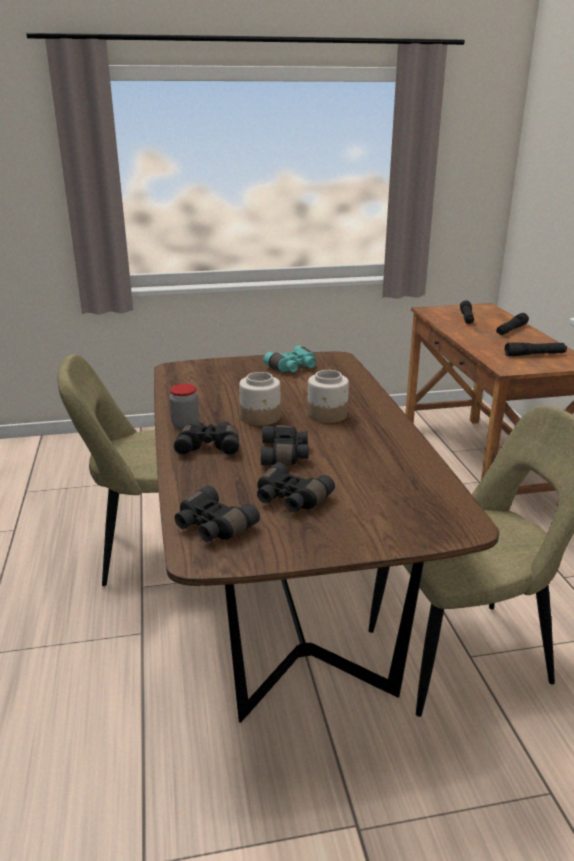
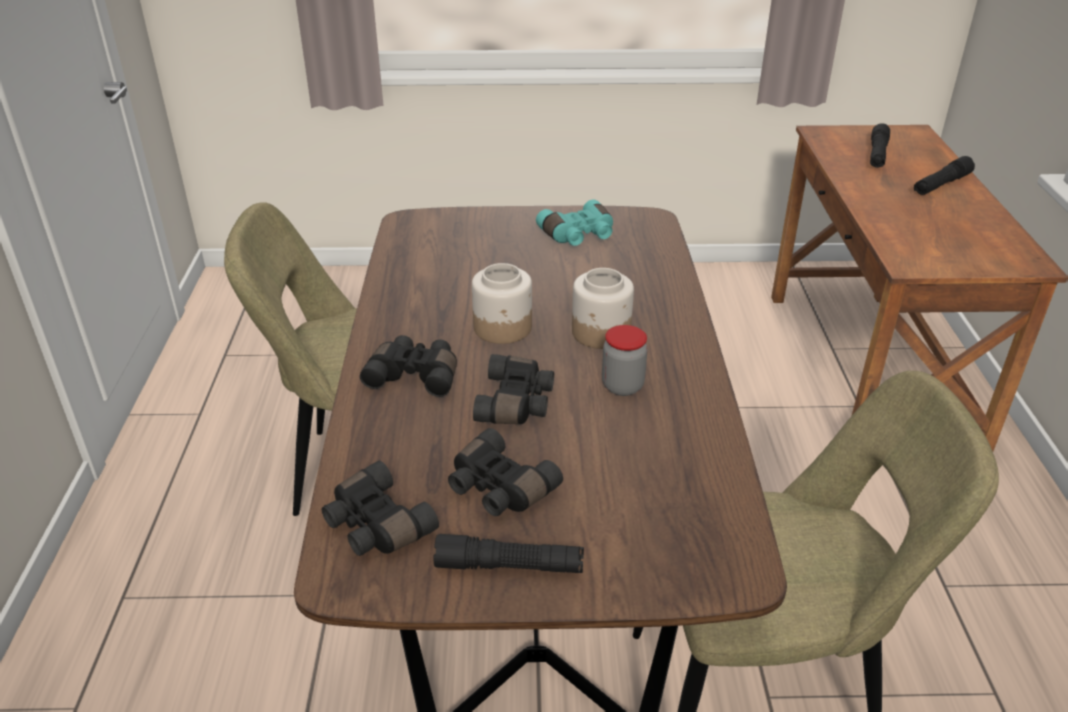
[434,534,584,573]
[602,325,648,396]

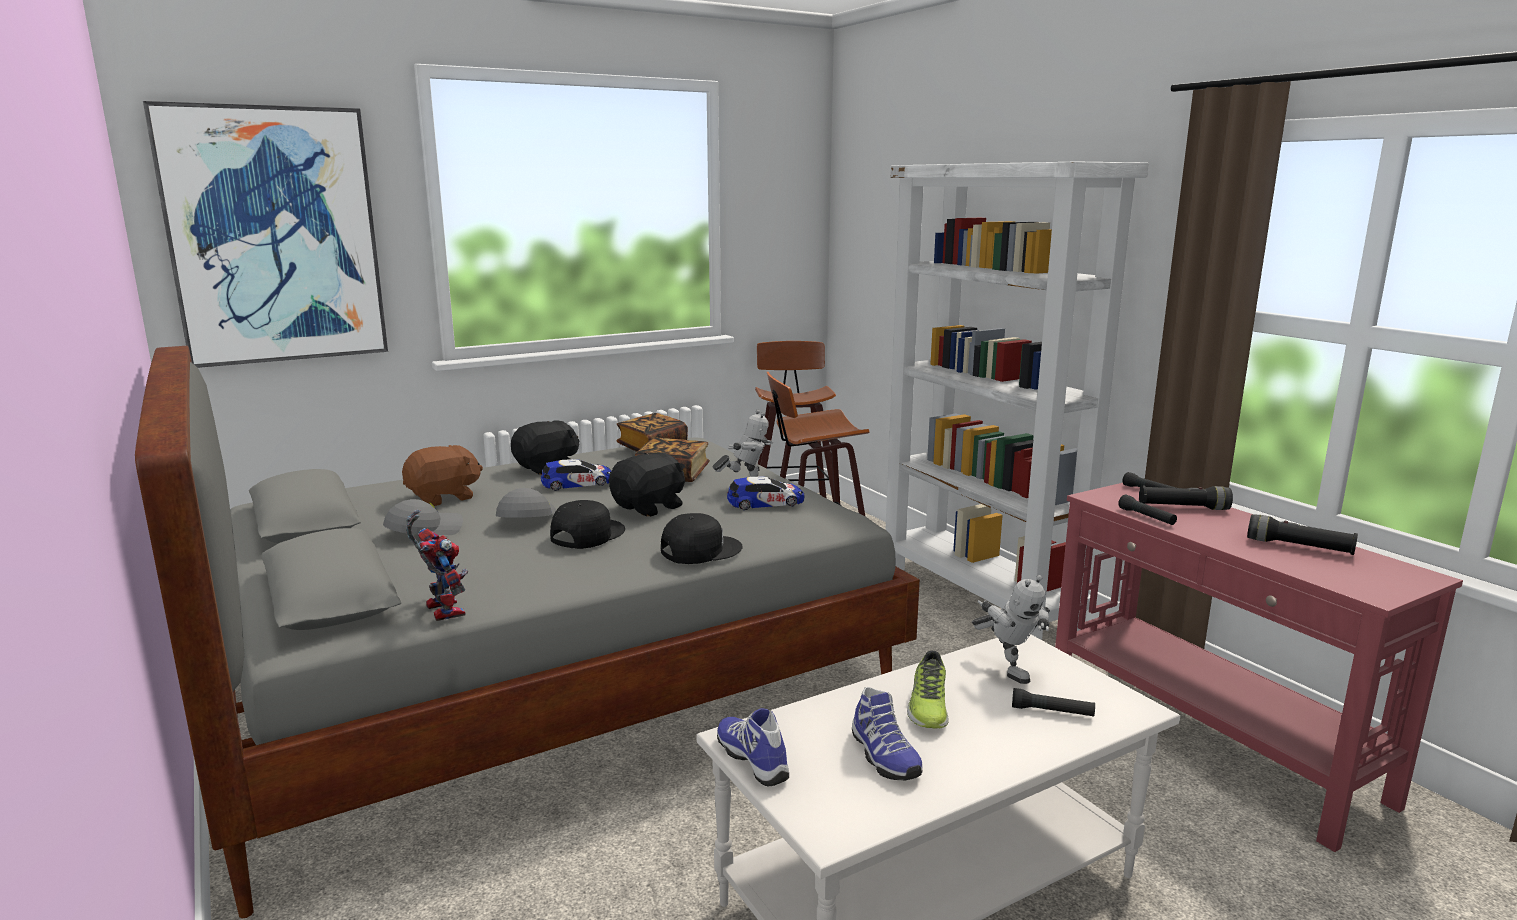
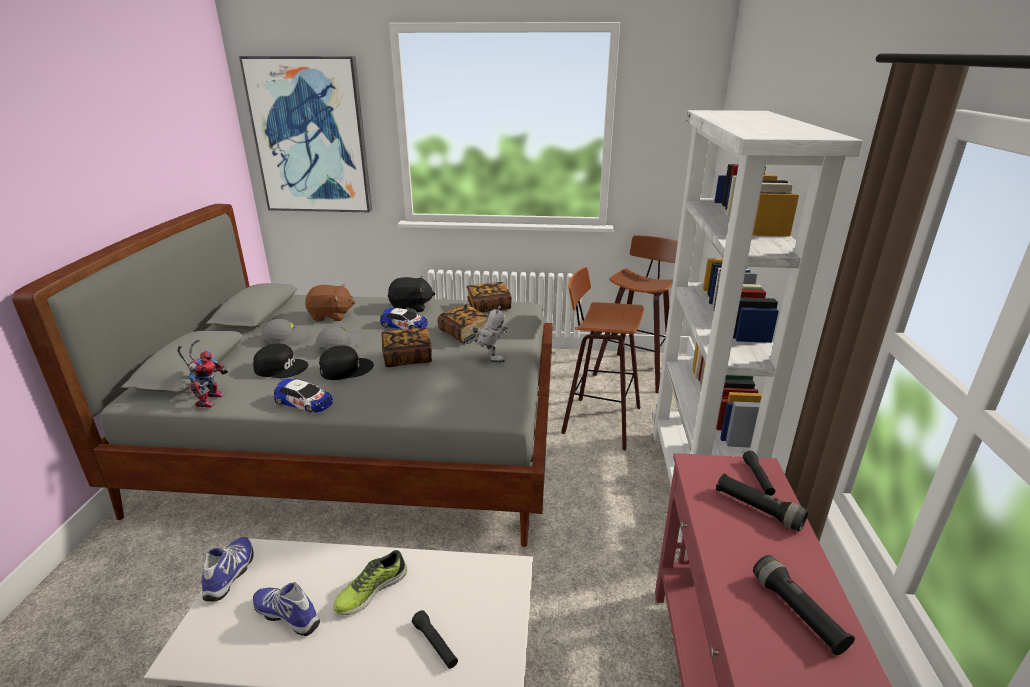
[253,343,309,378]
[253,582,320,636]
[274,379,333,413]
[381,328,432,367]
[972,575,1050,684] (first image)
[1118,495,1177,525] (first image)

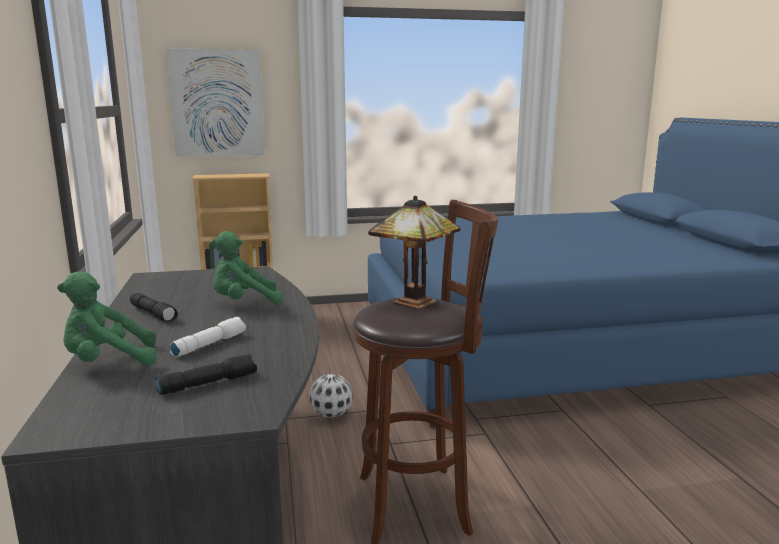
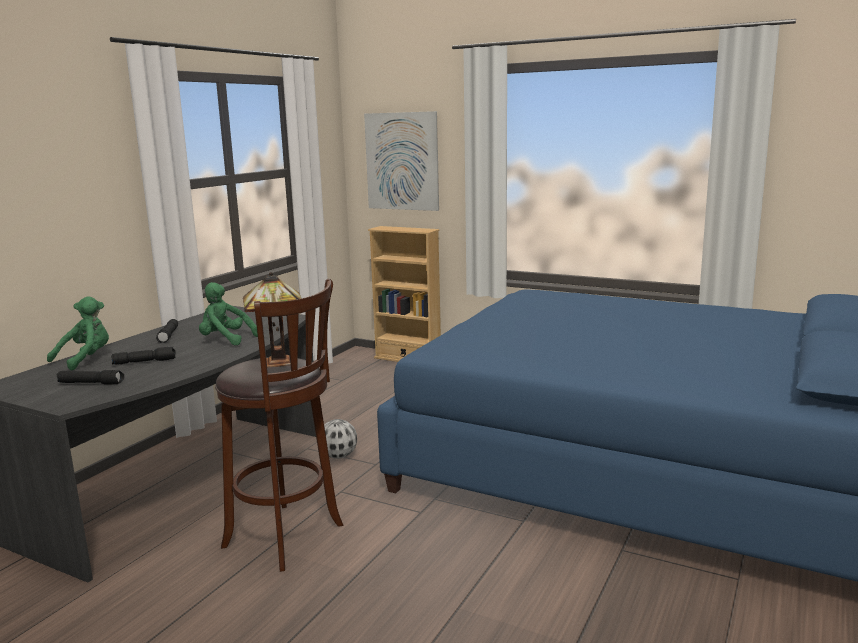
[47,296,109,371]
[111,347,176,365]

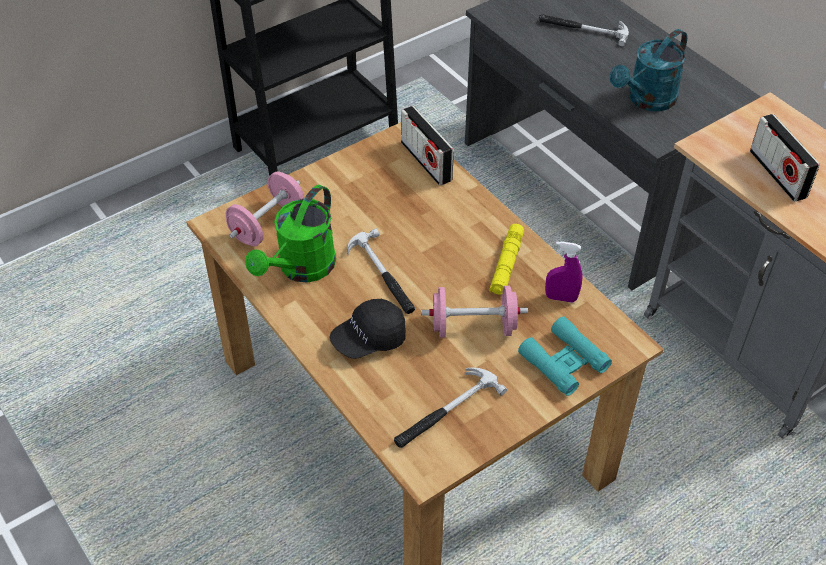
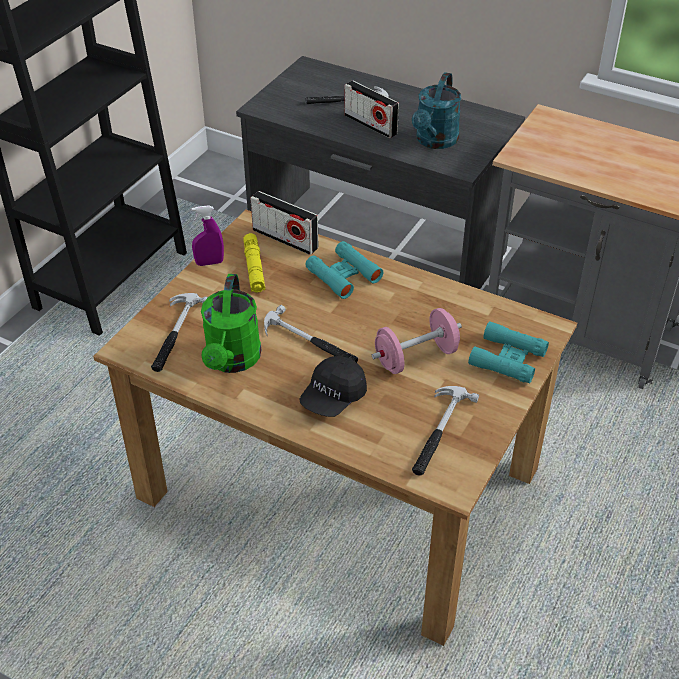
[151,293,208,372]
[192,205,224,266]
[243,233,265,293]
[305,241,383,299]
[344,81,399,138]

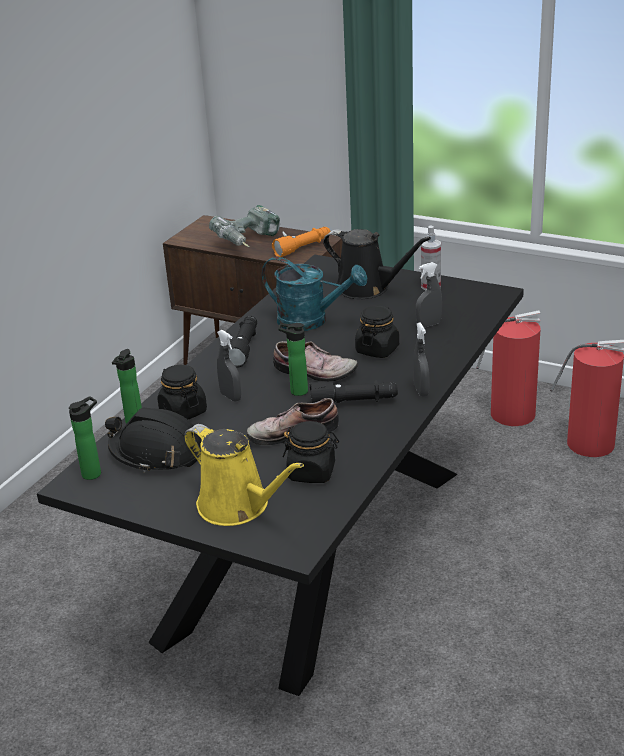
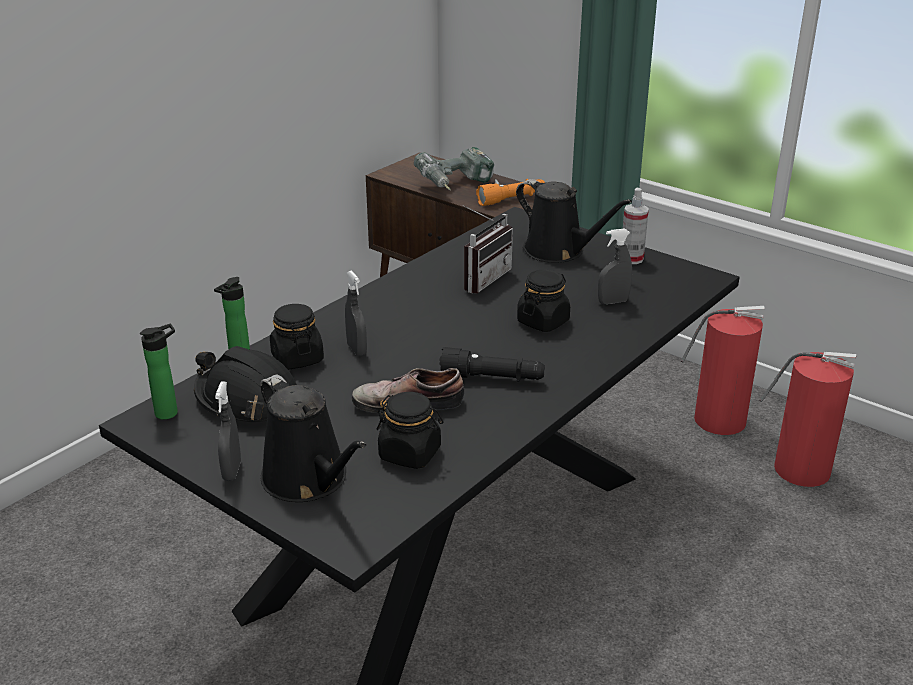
[215,382,241,481]
[260,375,366,502]
[463,205,513,293]
[228,316,257,368] (first image)
[273,341,358,382] (first image)
[278,323,308,396] (first image)

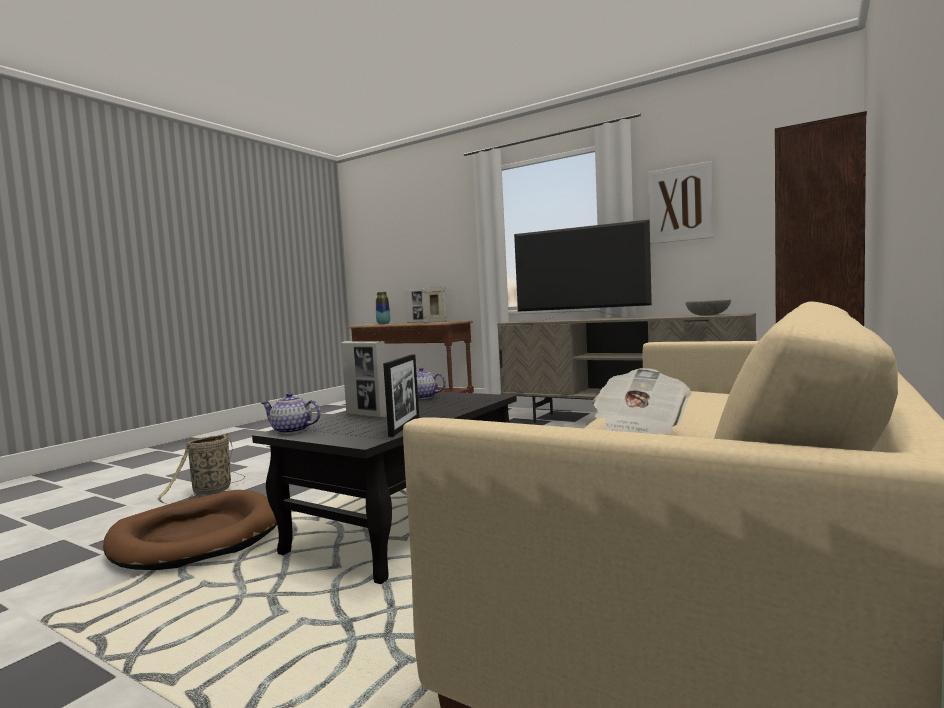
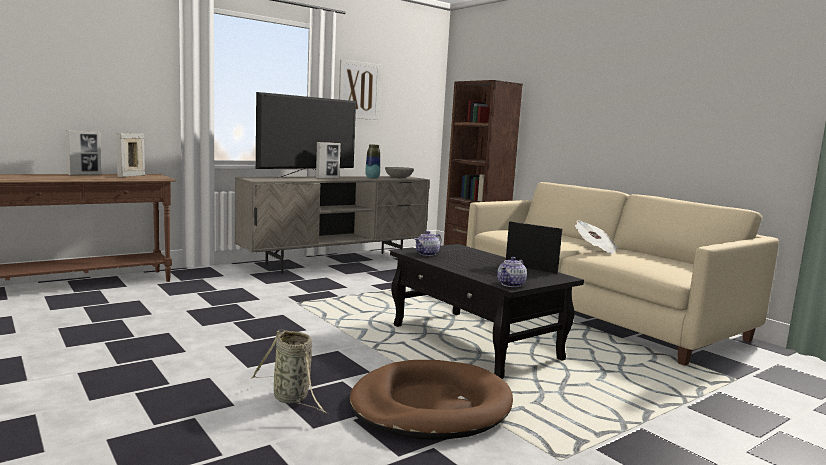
[316,142,341,179]
[365,144,380,179]

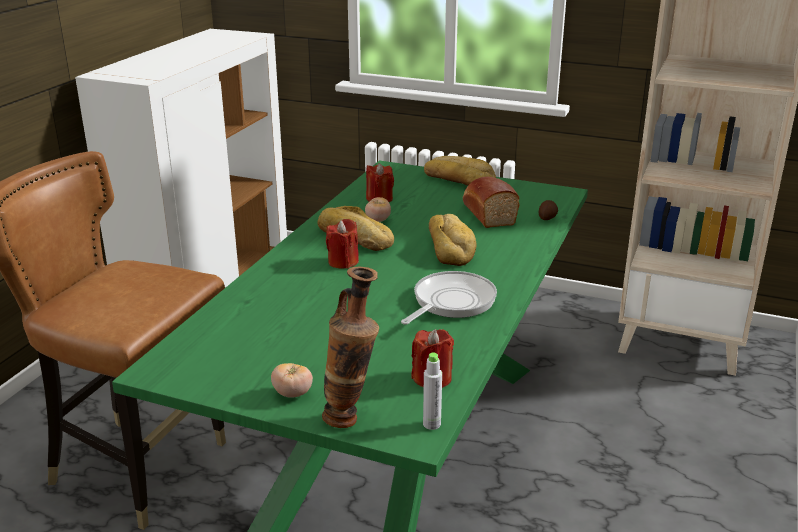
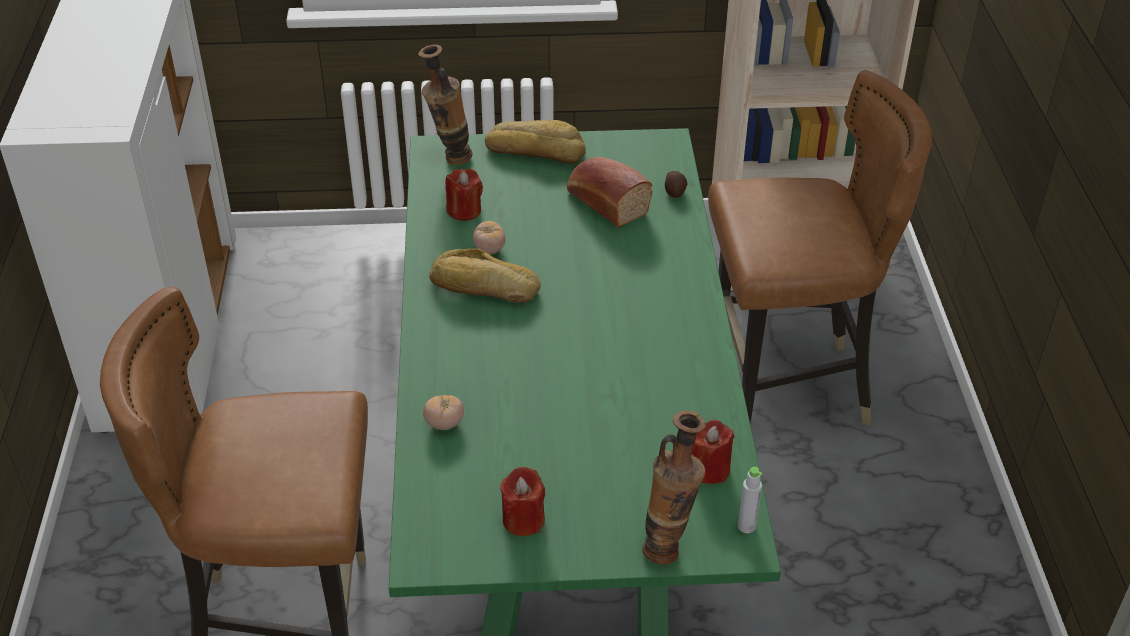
[418,44,473,165]
[423,395,464,430]
[500,467,545,536]
[708,70,932,426]
[401,271,497,325] (first image)
[429,214,476,266] (first image)

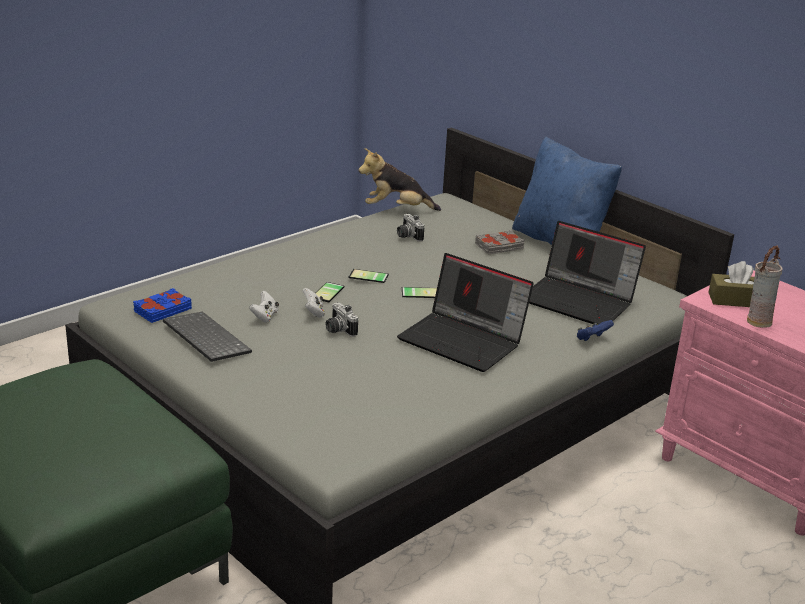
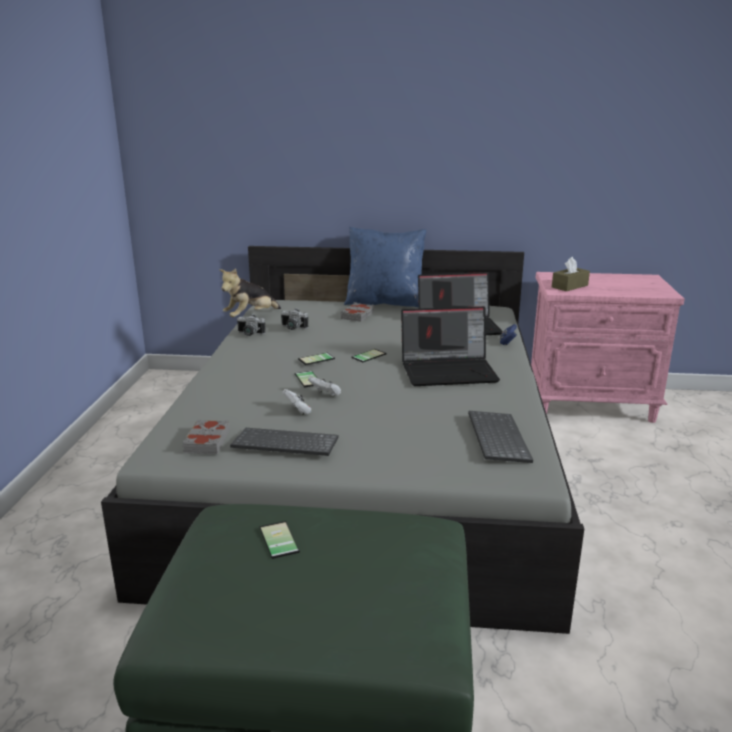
[182,419,230,454]
[237,314,266,336]
[259,521,300,559]
[468,411,533,463]
[747,245,782,328] (first image)

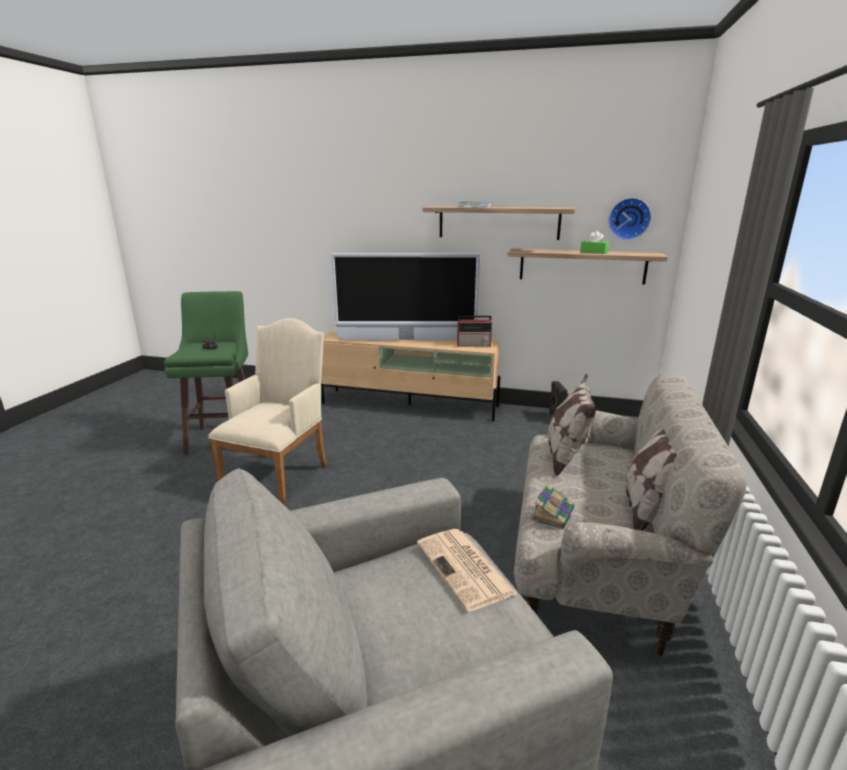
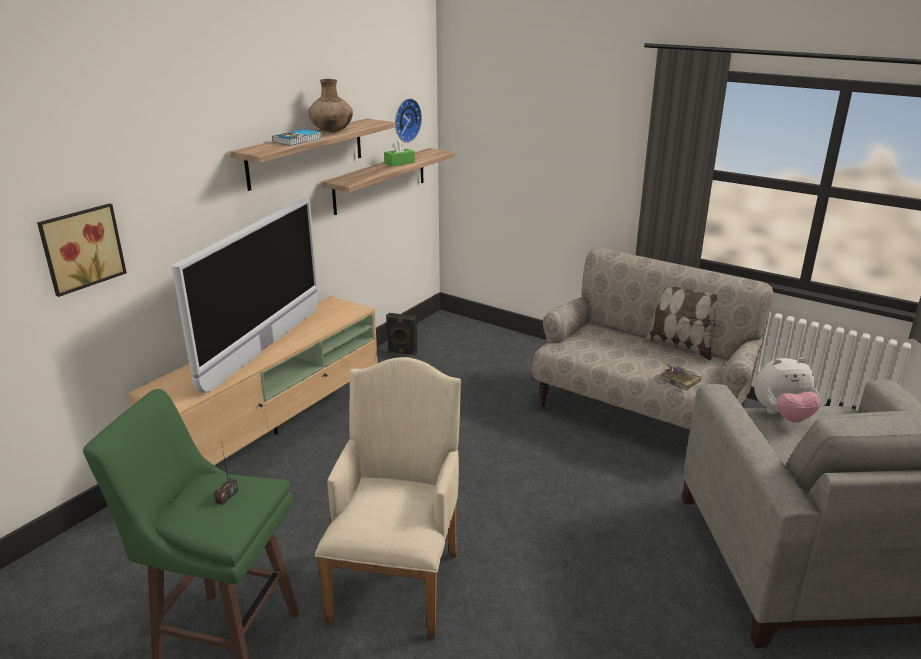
[37,203,127,297]
[308,79,353,132]
[315,357,461,639]
[754,357,821,422]
[457,316,493,347] (first image)
[548,374,596,476] (first image)

